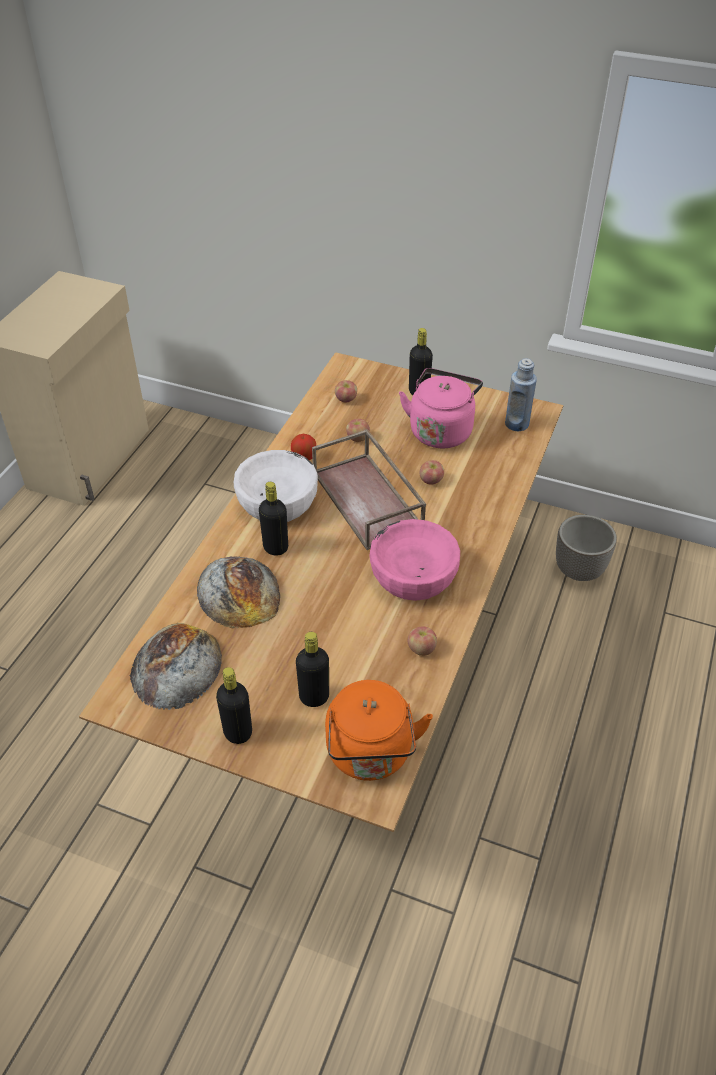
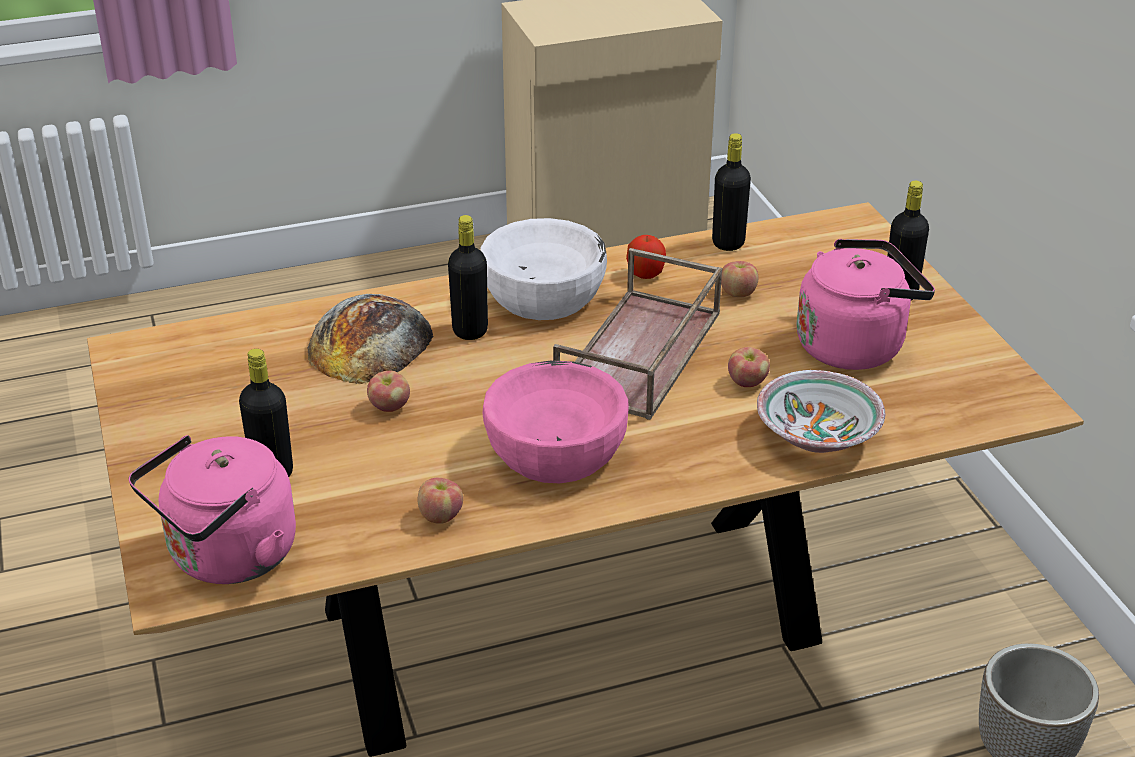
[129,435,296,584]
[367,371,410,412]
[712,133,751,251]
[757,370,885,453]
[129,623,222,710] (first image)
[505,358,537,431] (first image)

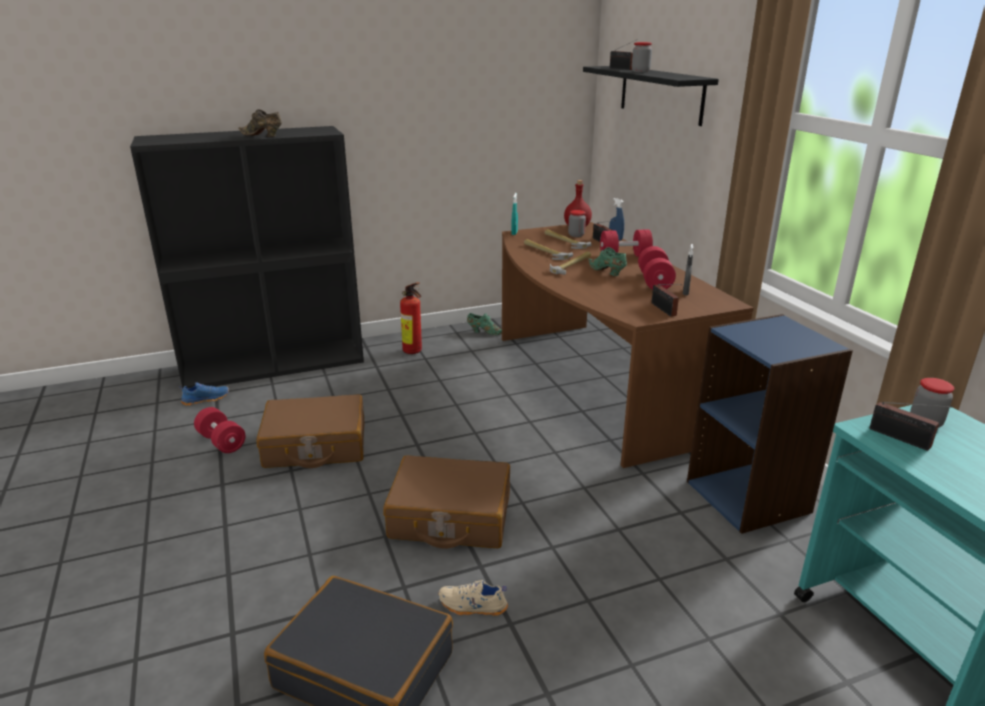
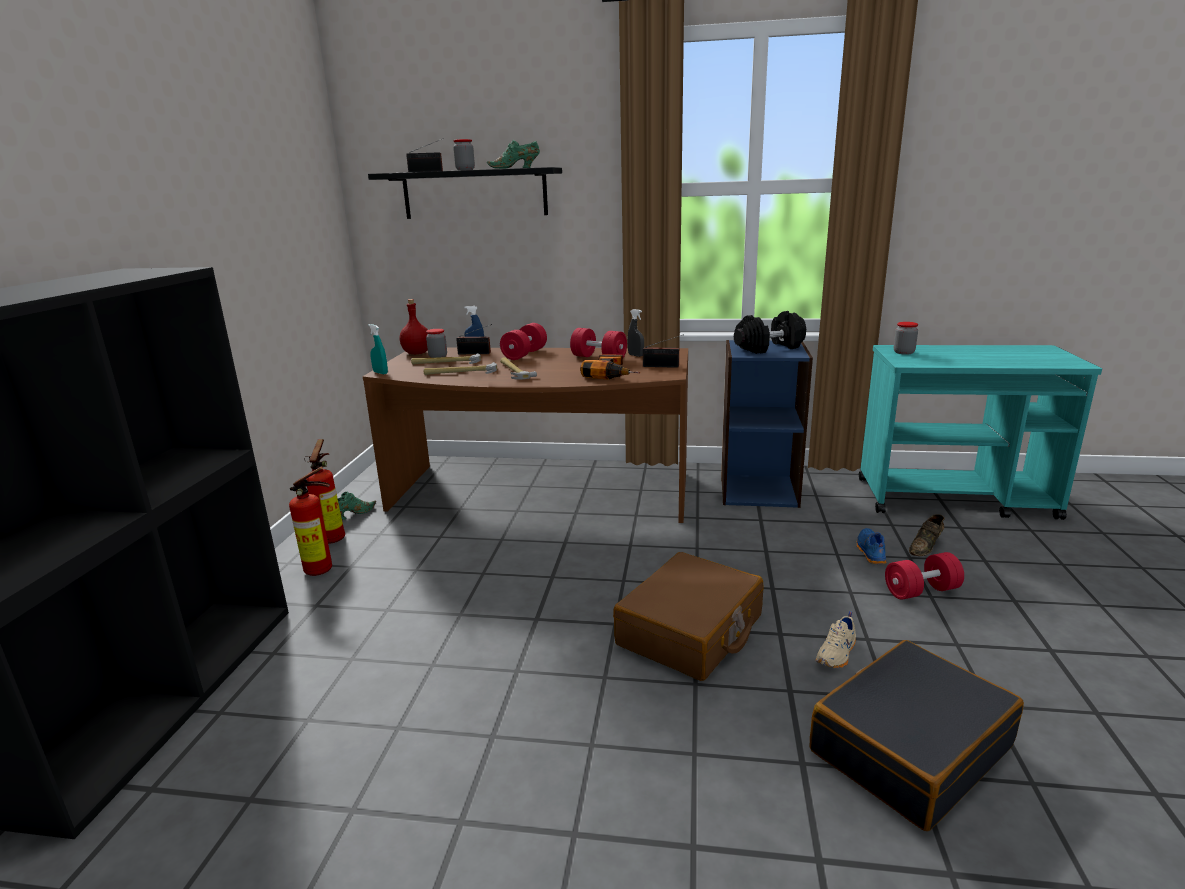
[304,439,345,544]
[487,140,540,169]
[580,354,640,380]
[734,311,806,354]
[856,528,887,564]
[885,552,964,600]
[909,514,945,556]
[256,394,364,468] (first image)
[869,402,953,451] (first image)

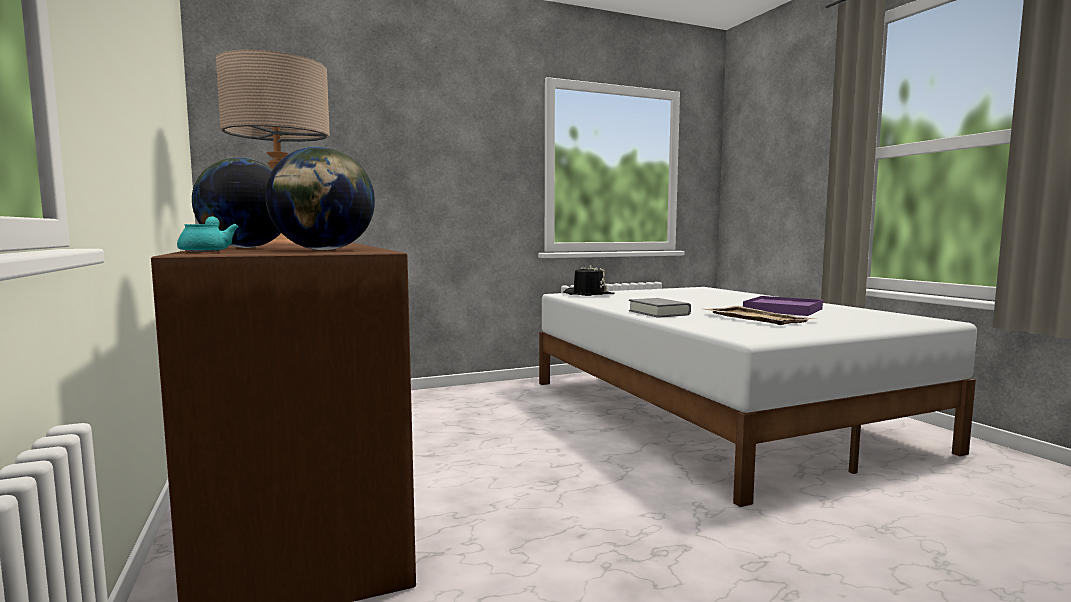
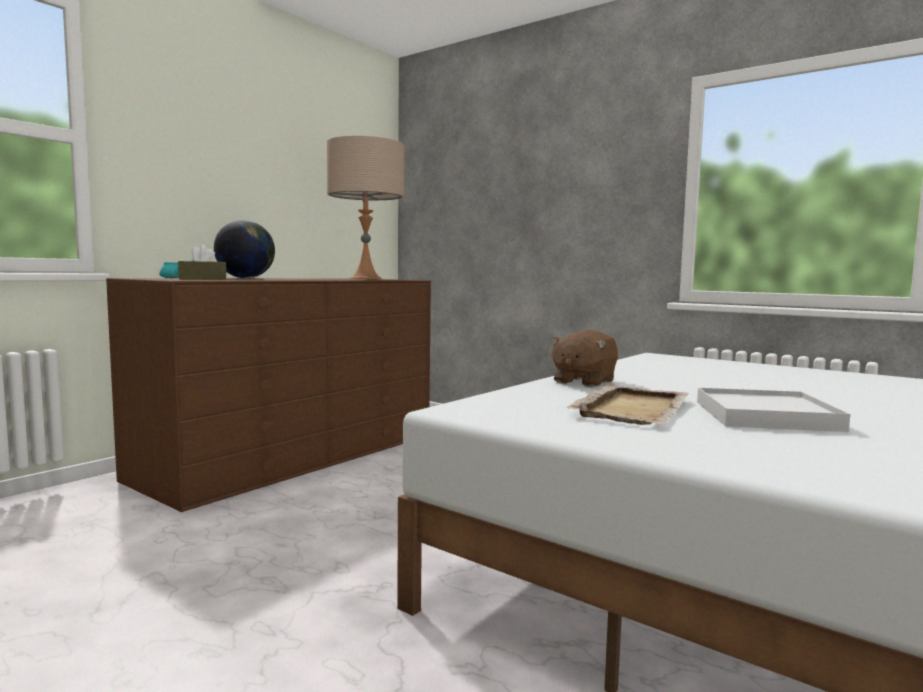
[178,244,226,280]
[550,330,618,387]
[697,388,850,432]
[564,264,614,296] (first image)

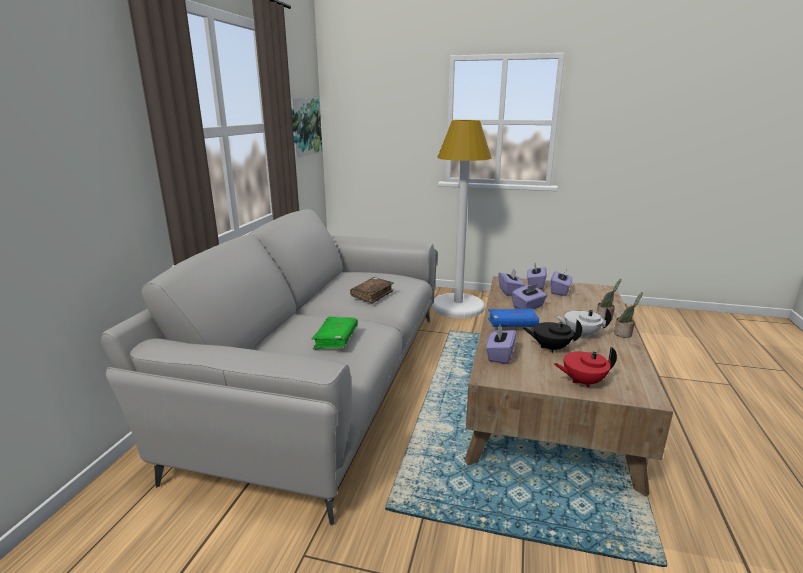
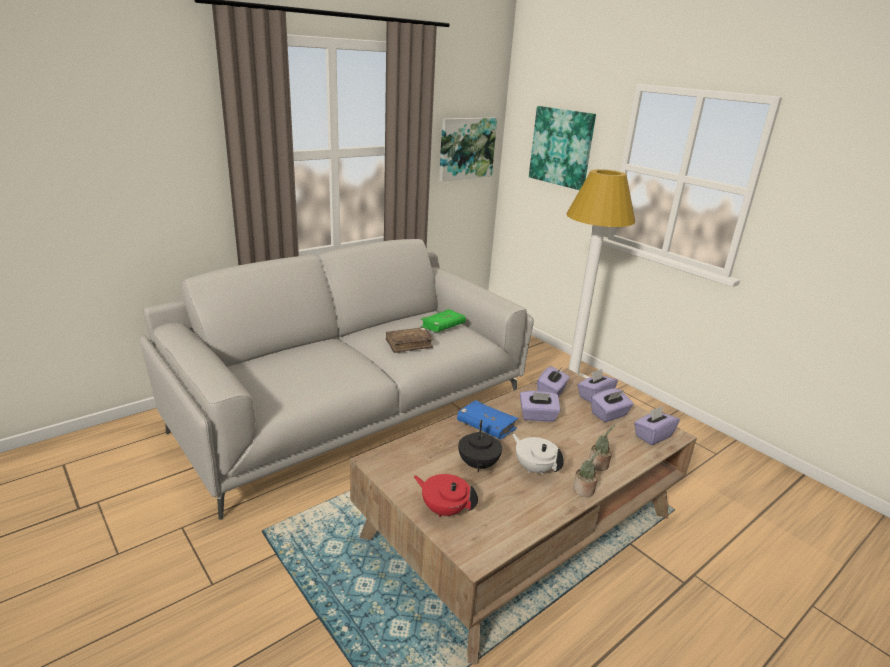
[420,309,466,332]
[458,420,502,472]
[529,106,596,190]
[634,406,680,445]

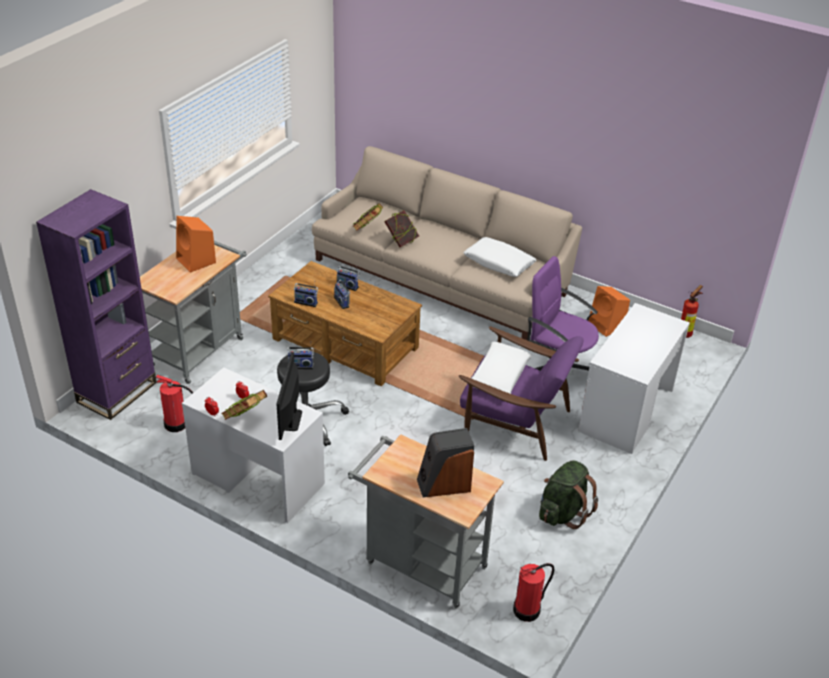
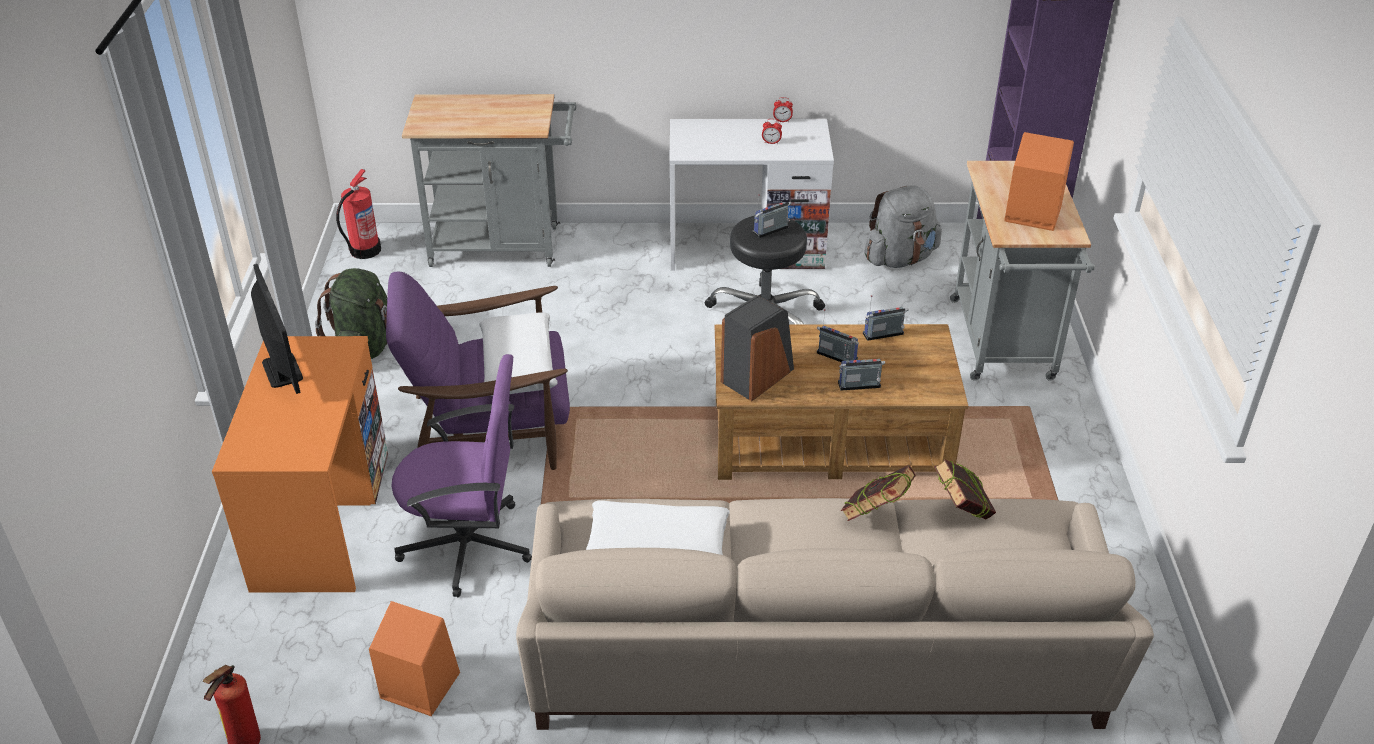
[212,336,388,592]
[251,264,303,394]
[721,295,794,401]
[864,185,942,268]
[221,390,267,420] (first image)

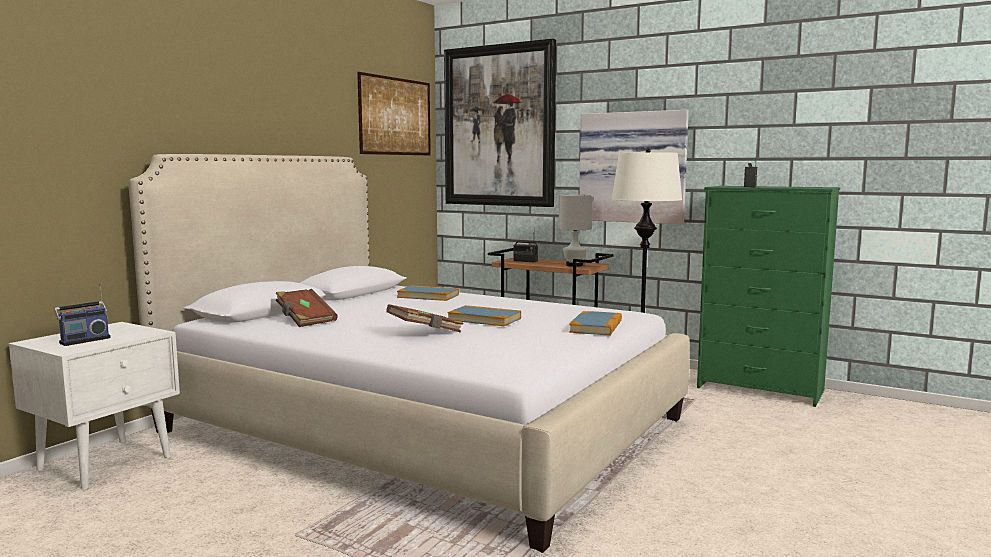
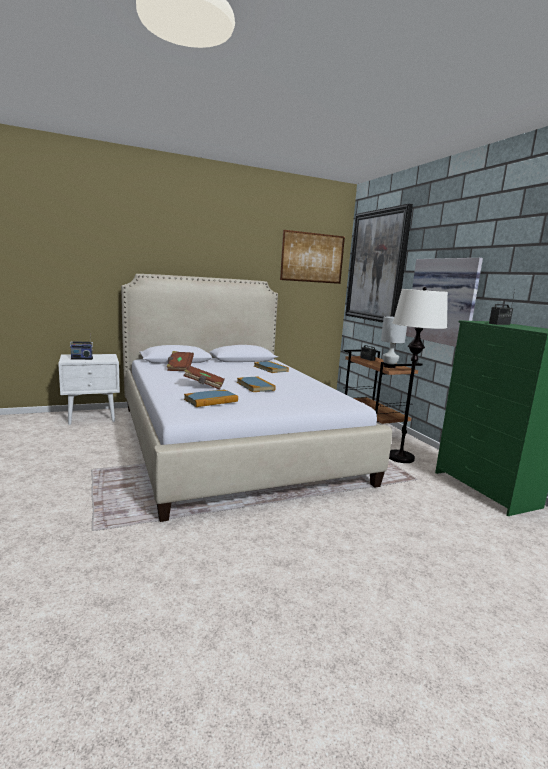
[184,390,238,407]

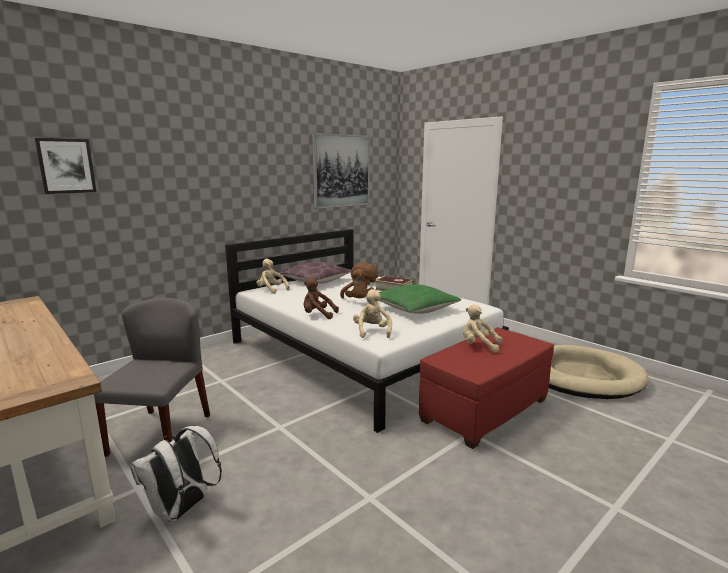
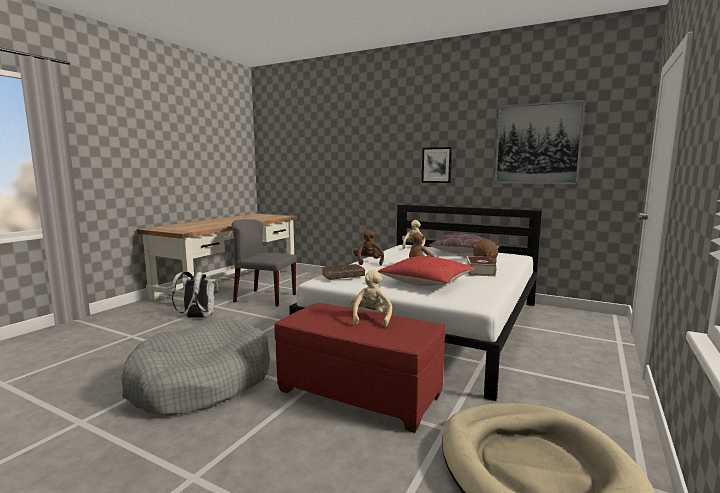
[121,318,270,416]
[232,219,297,306]
[322,264,365,280]
[378,256,475,286]
[422,147,452,183]

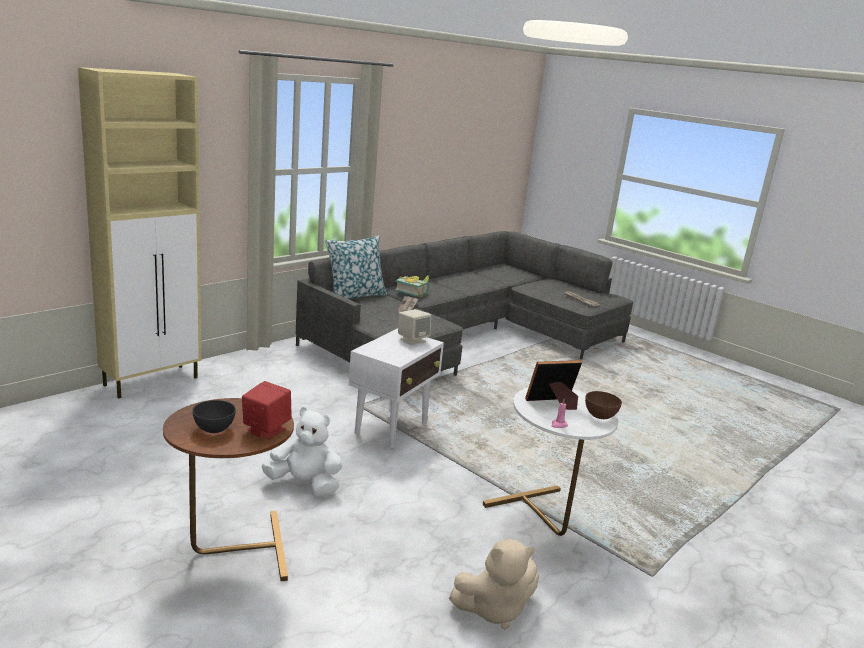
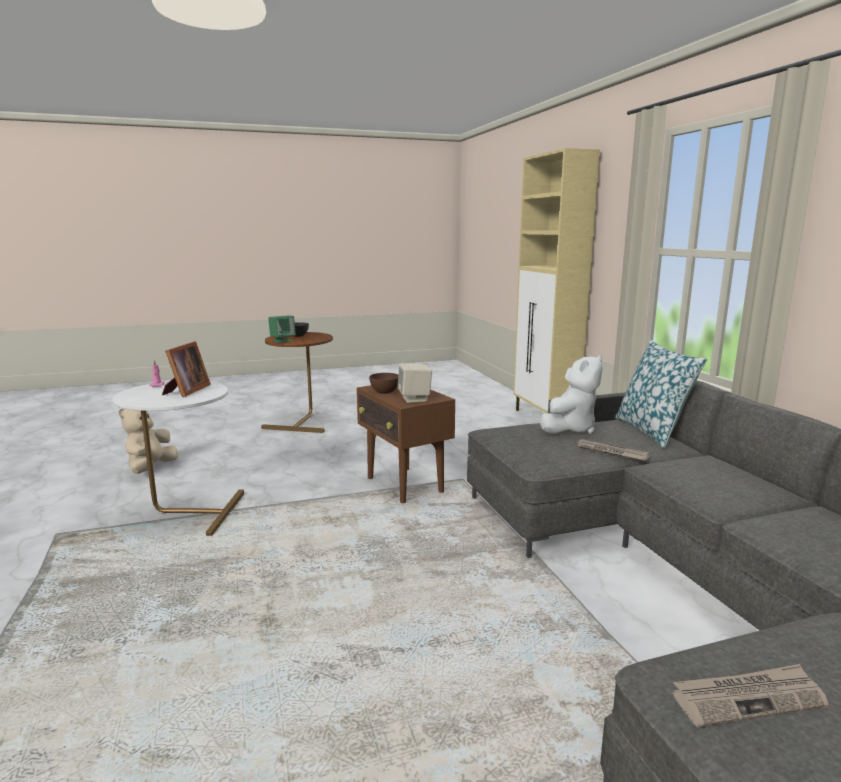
[268,316,296,343]
[357,385,455,503]
[369,373,398,394]
[540,355,602,434]
[395,275,429,298] (first image)

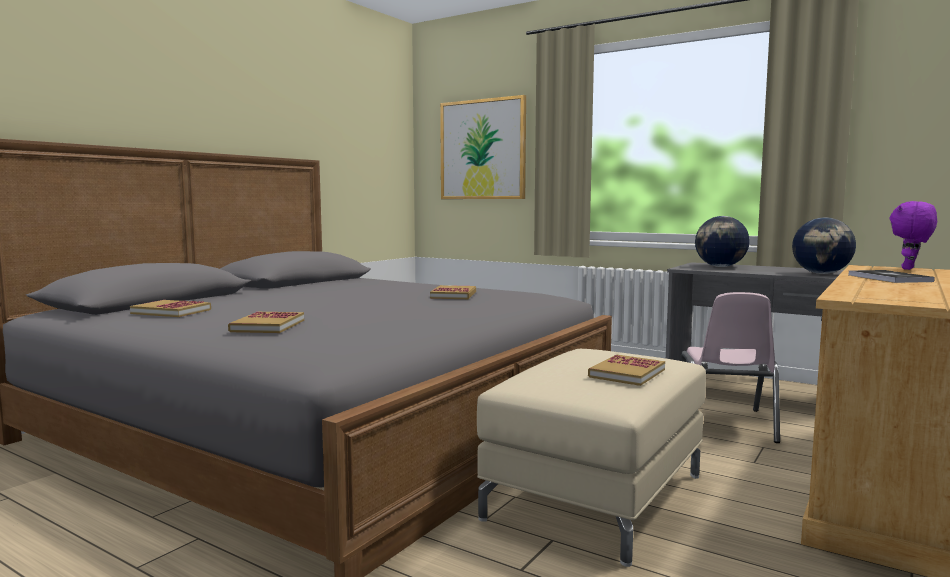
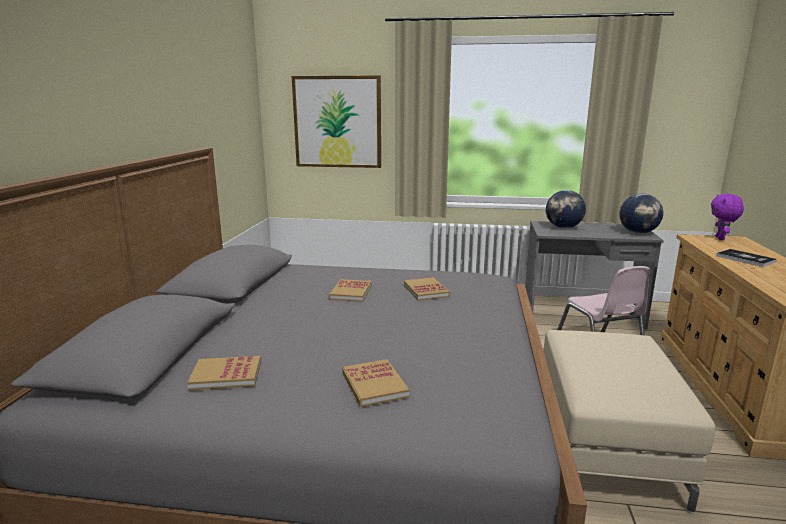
[329,279,372,302]

